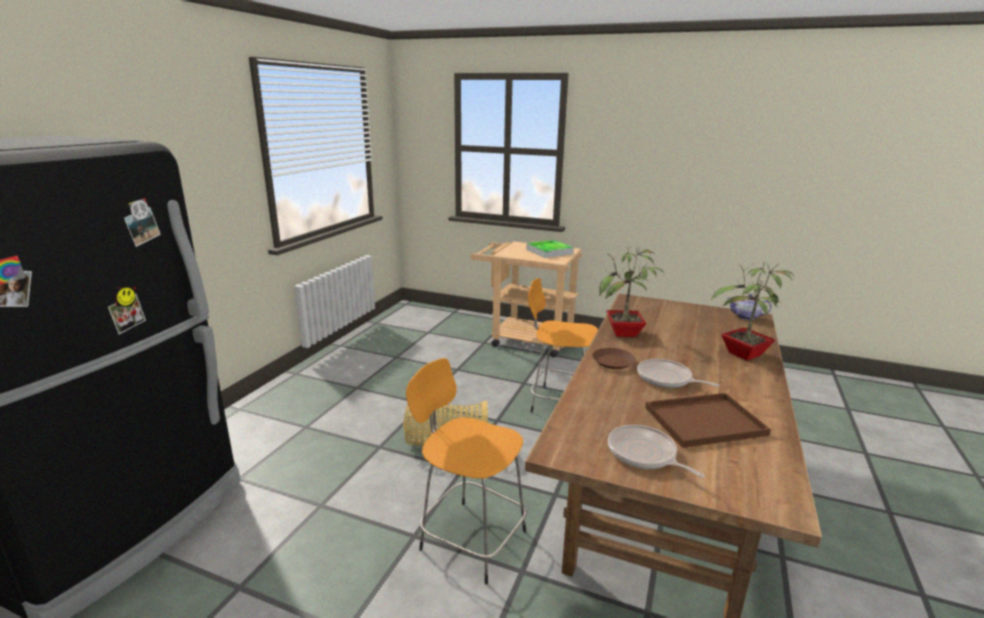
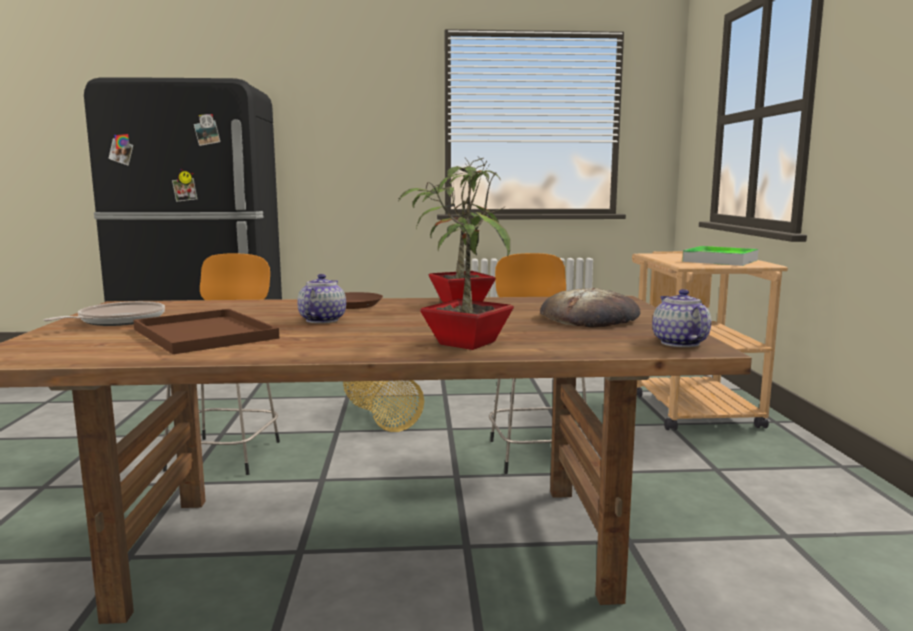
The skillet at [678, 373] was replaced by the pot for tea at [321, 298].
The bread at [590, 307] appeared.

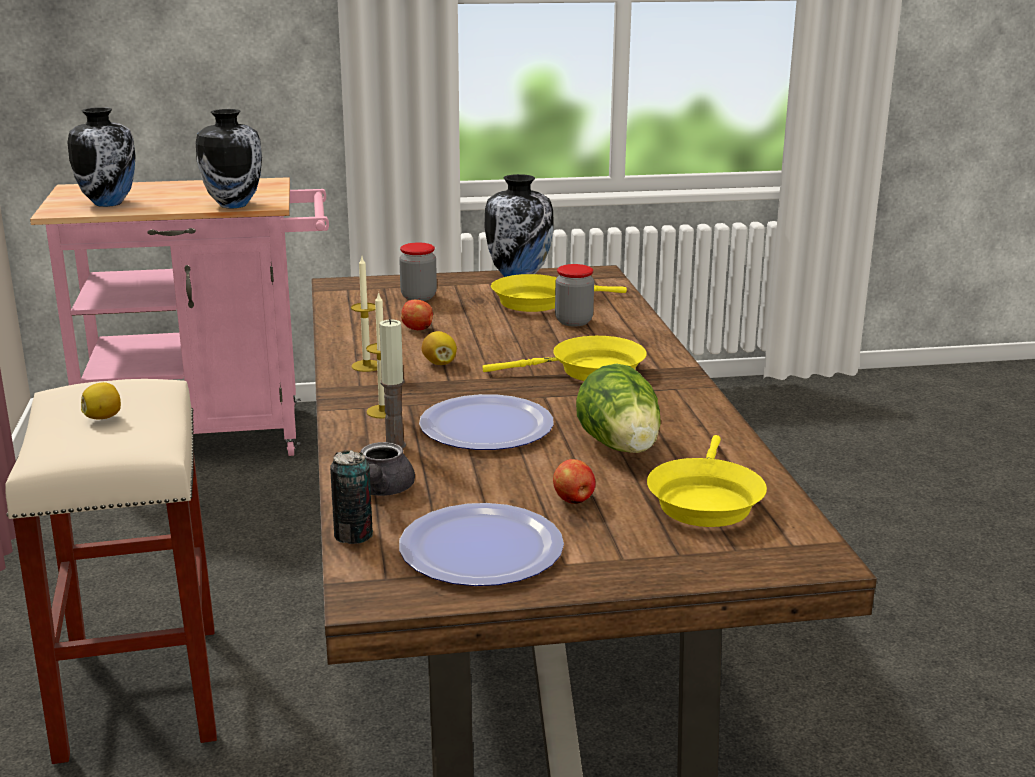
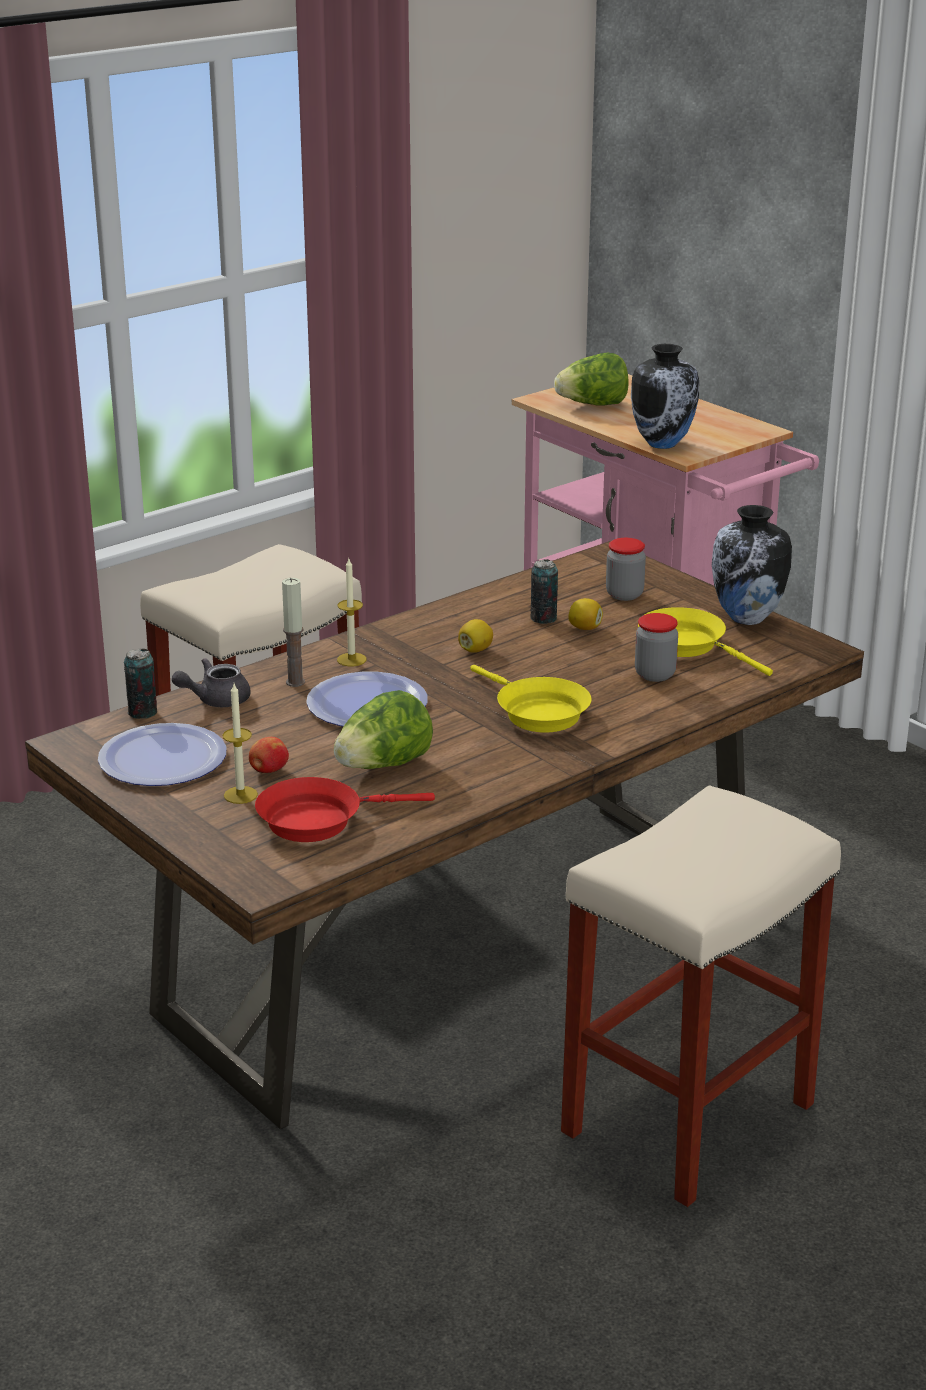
The candle moved from [364, 314] to [240, 744].
The skillet/yellow at [707, 481] became the skillet/reddish at [345, 809].
The apple at [417, 315] was replaced by the sealed can at [544, 591].
The vase at [101, 157] was replaced by the lettuce head at [591, 379].
The stool/beige-coloured at [701, 996] appeared.
The citrus fruit moved from [101, 400] to [585, 614].

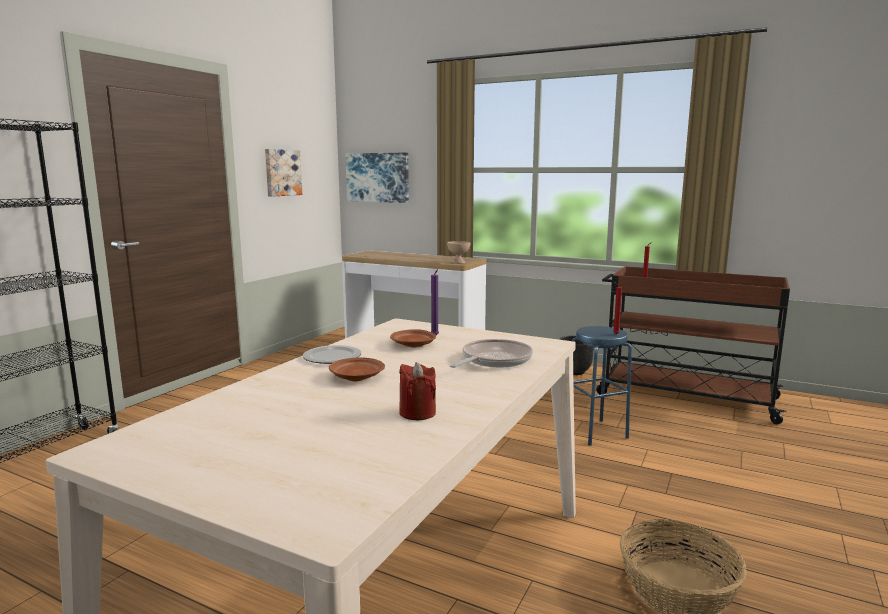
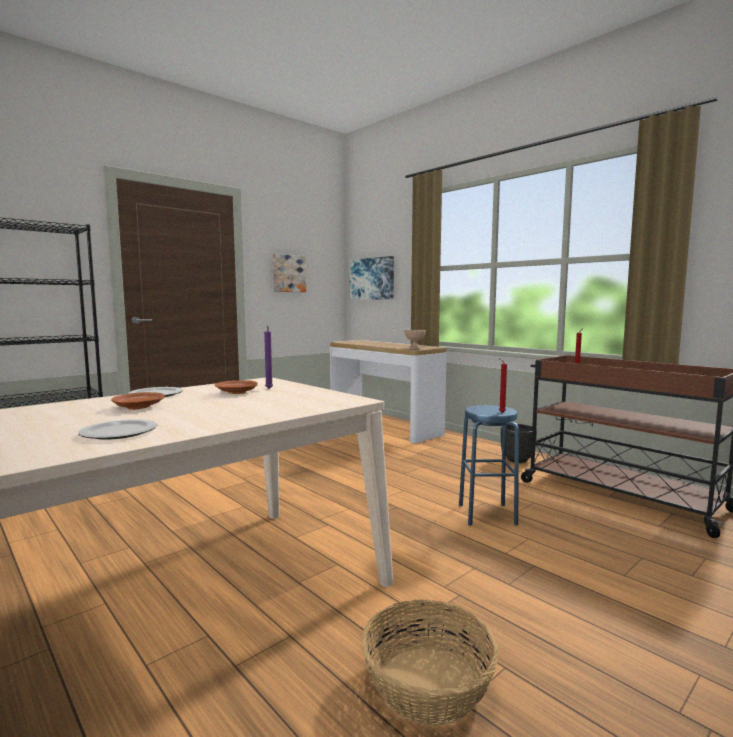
The candle/reddish at [417, 391] was replaced by the flat dish at [117, 429].
The skillet at [491, 353] disappeared.

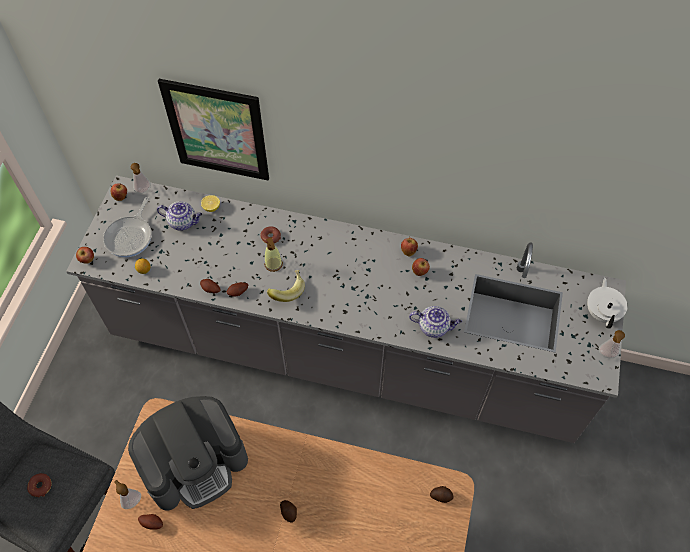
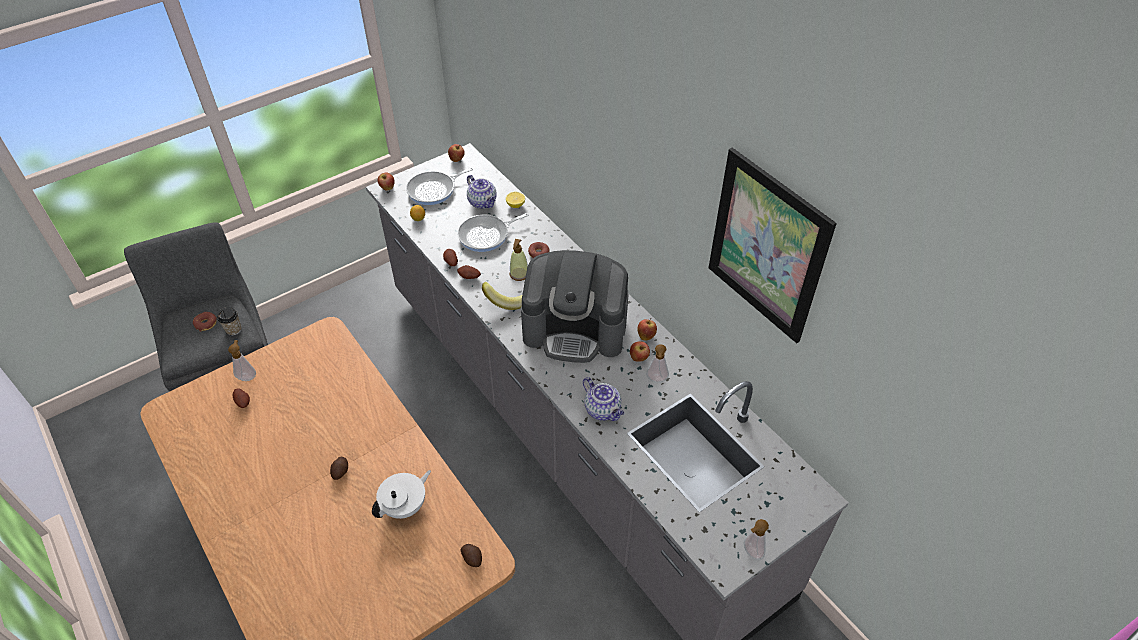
The small cup at [229, 321] appeared.
The pot for tea/whitish moved from [607, 302] to [401, 494].
The skillet at [493, 232] appeared.
The coffee maker moved from [188, 453] to [574, 306].
The liquid soap bottle moved from [140, 178] to [657, 363].
The wall picture moved from [213, 129] to [772, 245].

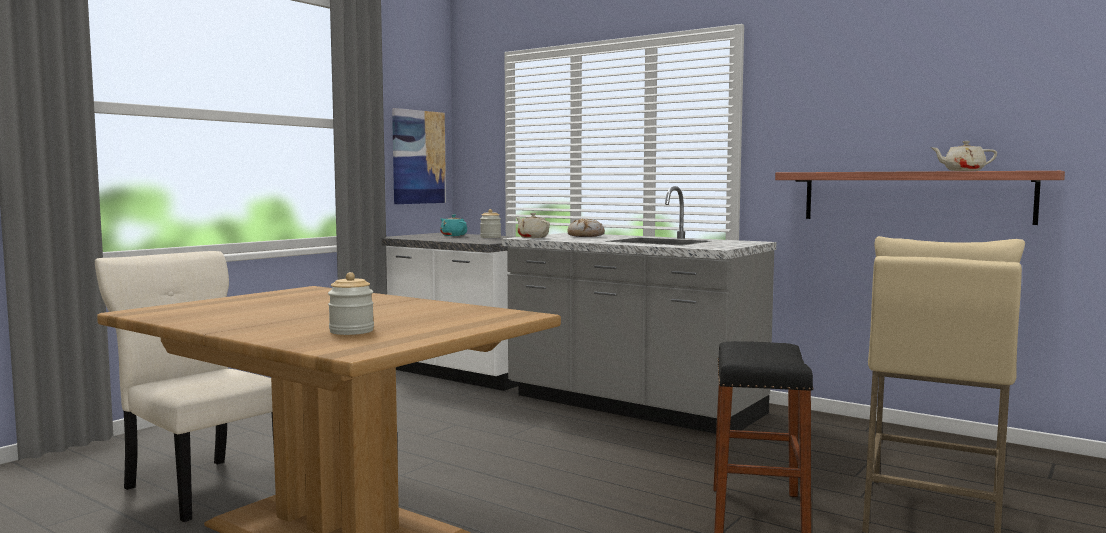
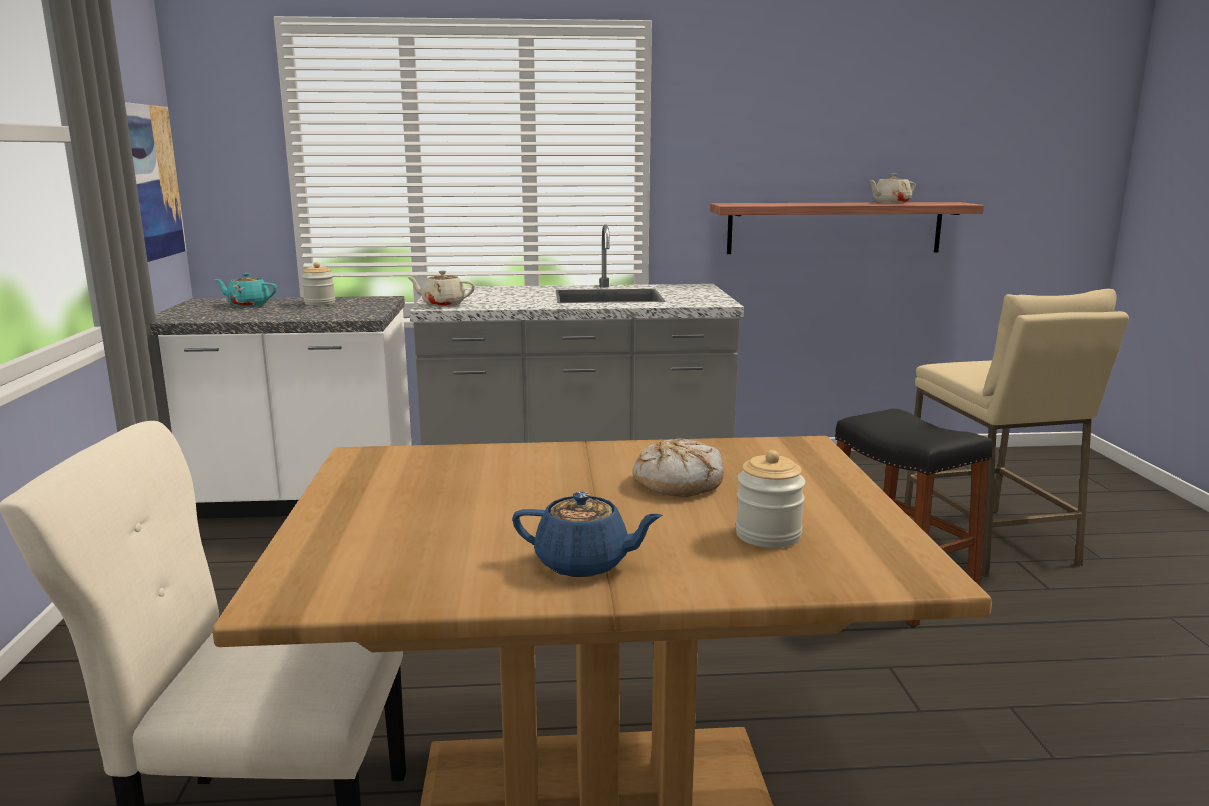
The pot for tea/blue at [587, 534] appeared.
The bread moved from [586, 228] to [678, 468].

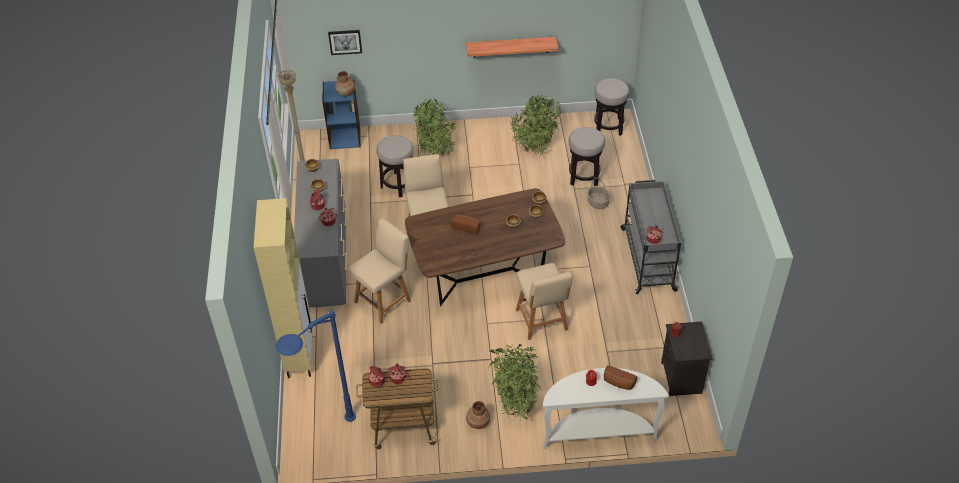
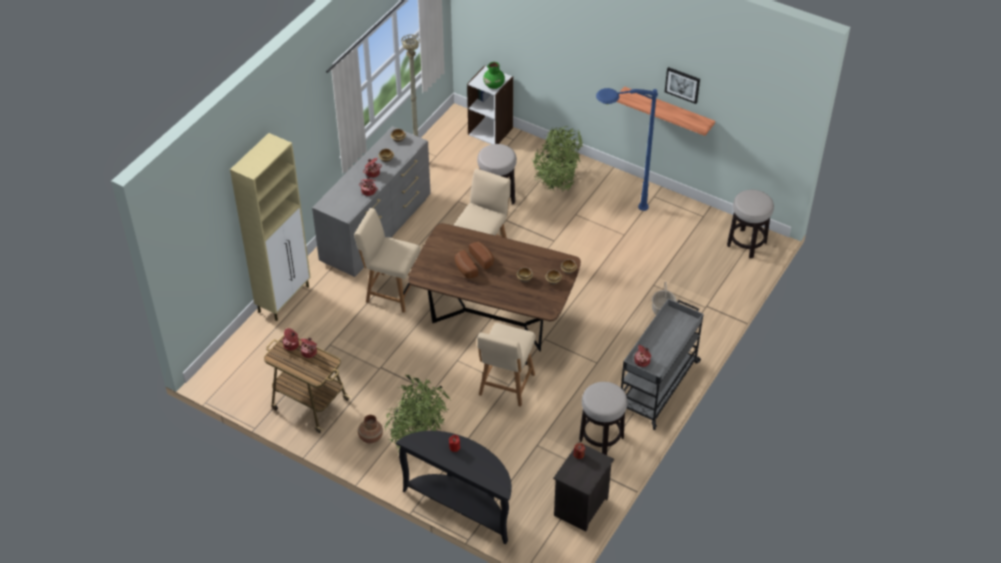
The chair/beige-coloured at [379, 271] turned 150 degrees counterclockwise.
The console table/whitish at [606, 408] became the console table/blackish at [454, 488].
The bread moved from [620, 377] to [466, 264].
The shelving unit/blue at [341, 114] became the shelving unit/whitish at [490, 104].
The vase/brown at [345, 83] became the vase/green-coloured at [494, 75].
The stool moved from [586, 156] to [603, 418].
The standing lamp/blue moved from [316, 366] to [627, 149].
The wall picture moved from [345, 42] to [682, 85].
The potted plant at [535, 124] disappeared.

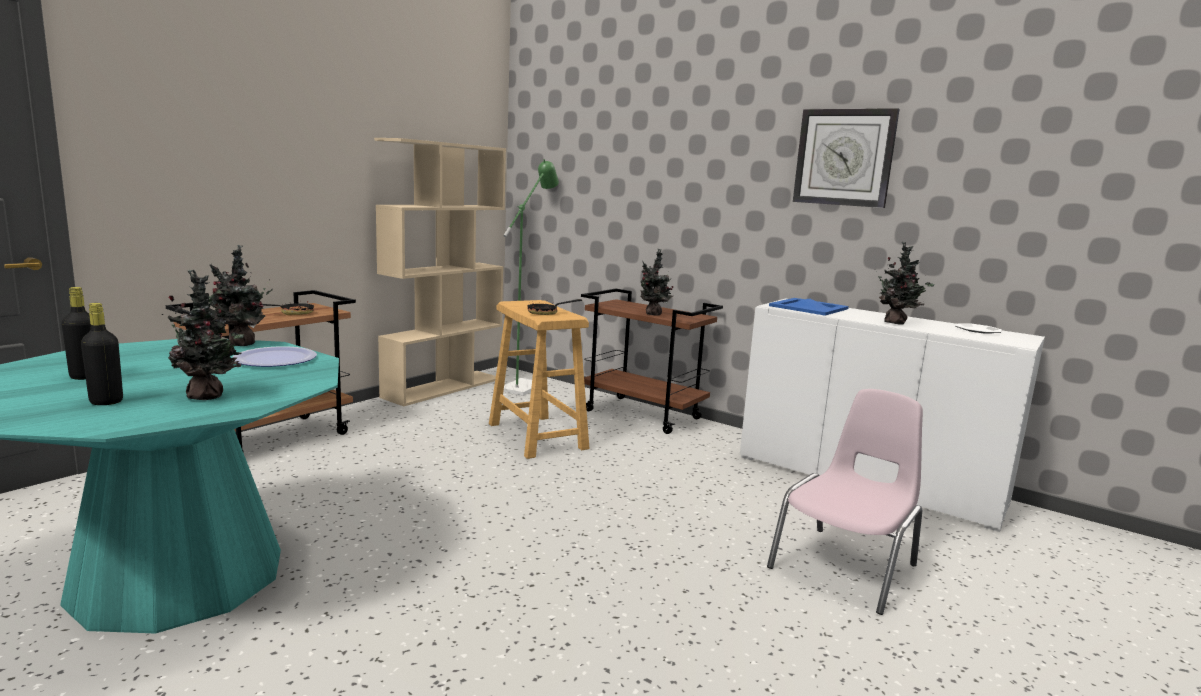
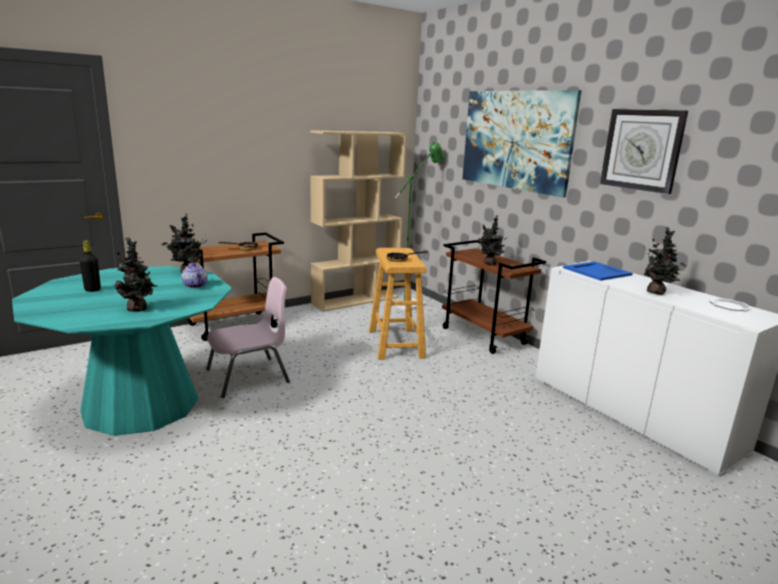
The flat dish at [274, 356] was replaced by the pot for tea at [195, 275].
The chair/pink moved from [845, 502] to [248, 337].
The wall picture at [521, 144] appeared.
The bottle/blackish at [102, 354] disappeared.

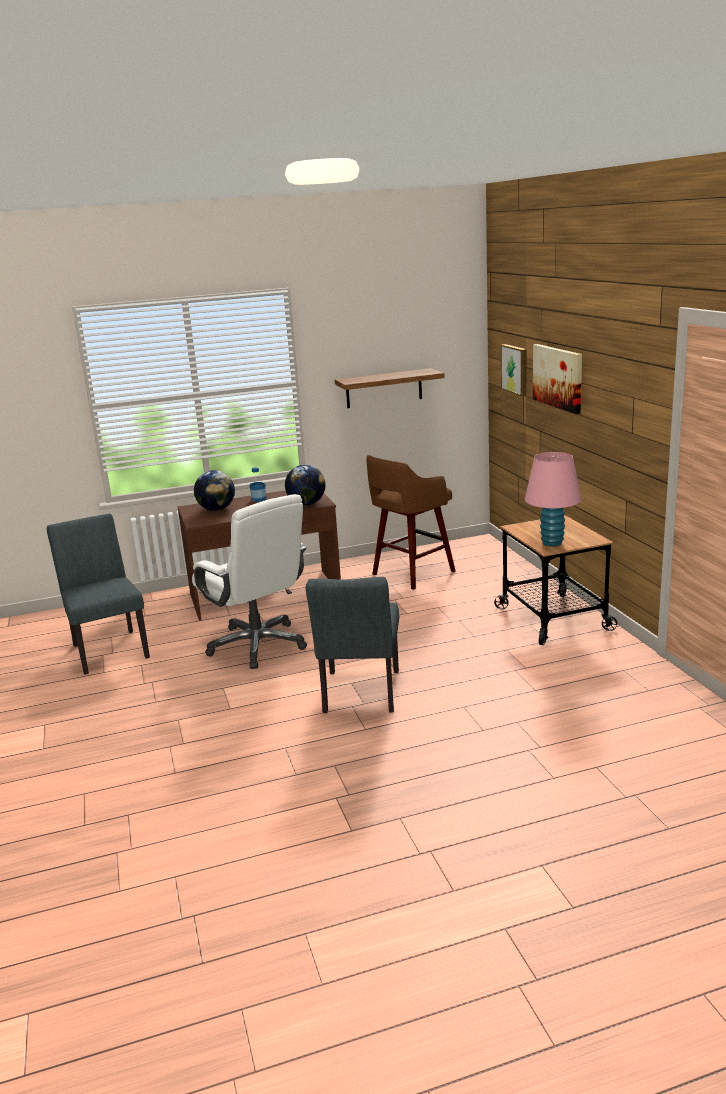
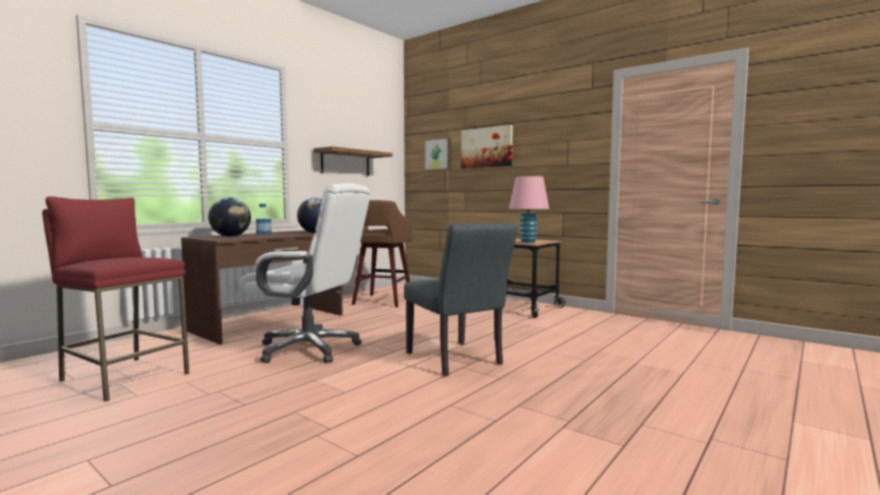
The chair/gray at [98, 594] was replaced by the stool/reddish at [115, 299].

